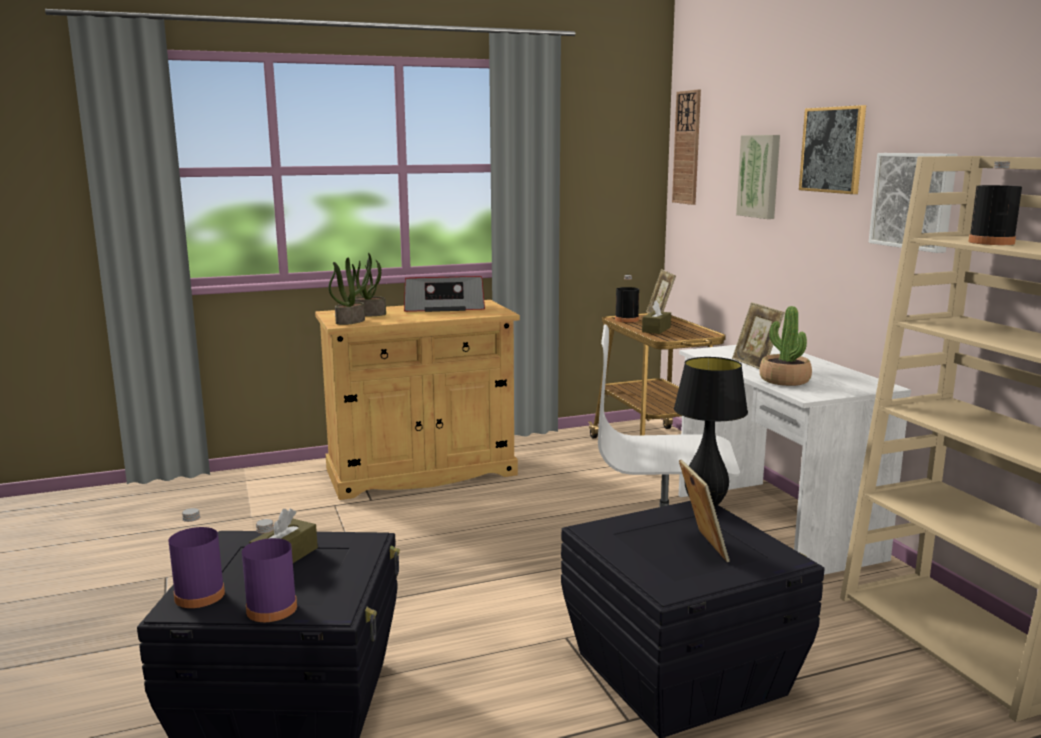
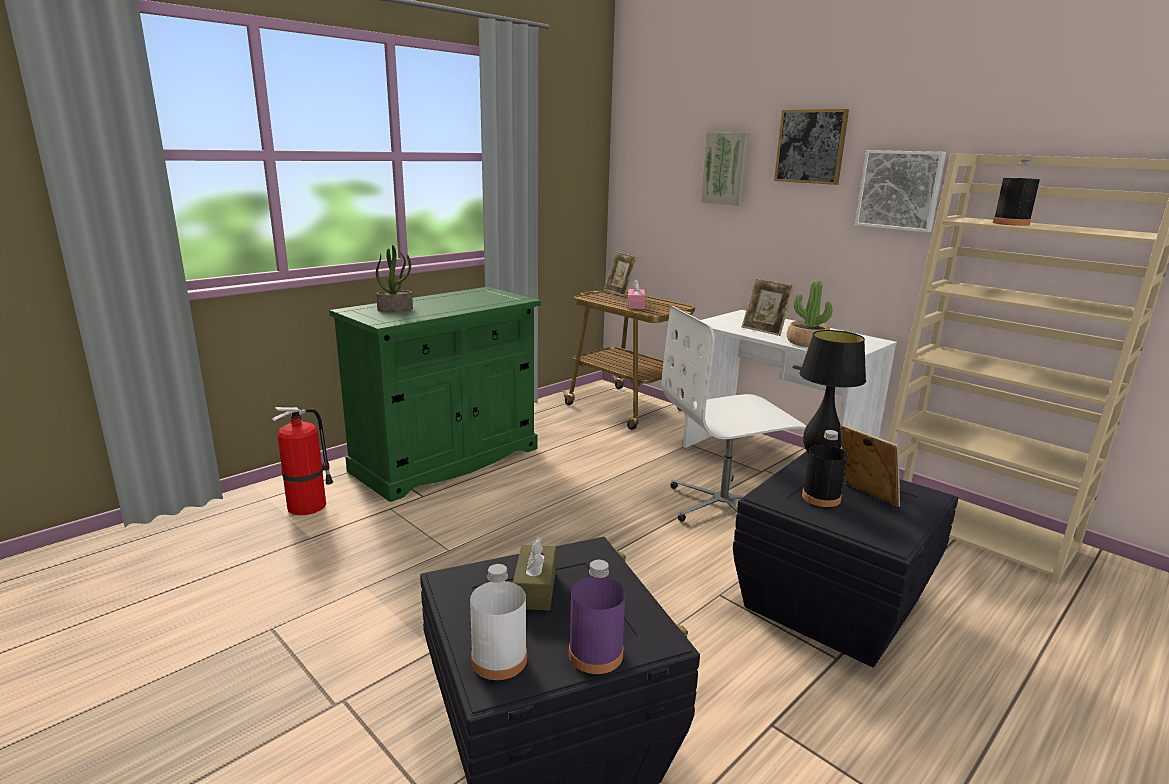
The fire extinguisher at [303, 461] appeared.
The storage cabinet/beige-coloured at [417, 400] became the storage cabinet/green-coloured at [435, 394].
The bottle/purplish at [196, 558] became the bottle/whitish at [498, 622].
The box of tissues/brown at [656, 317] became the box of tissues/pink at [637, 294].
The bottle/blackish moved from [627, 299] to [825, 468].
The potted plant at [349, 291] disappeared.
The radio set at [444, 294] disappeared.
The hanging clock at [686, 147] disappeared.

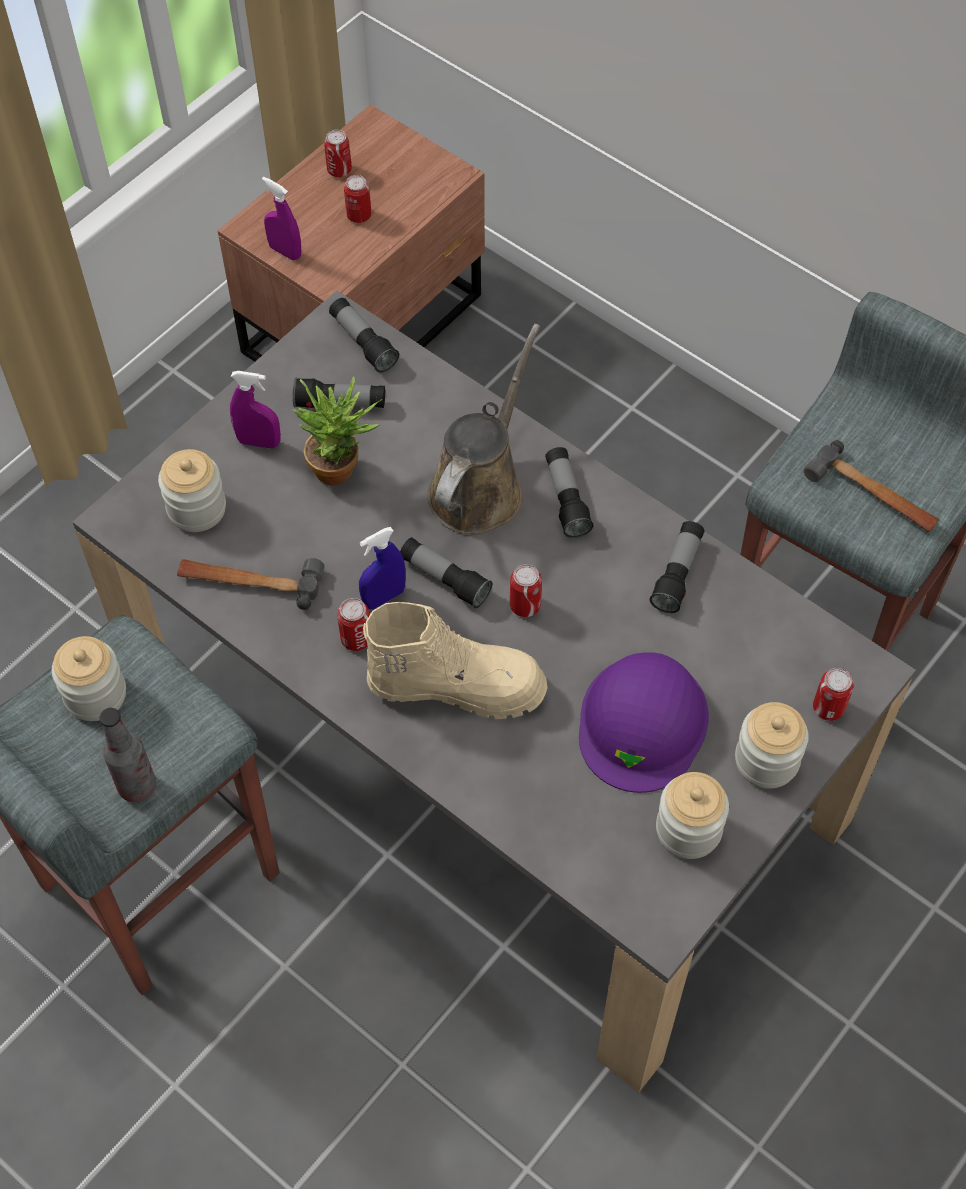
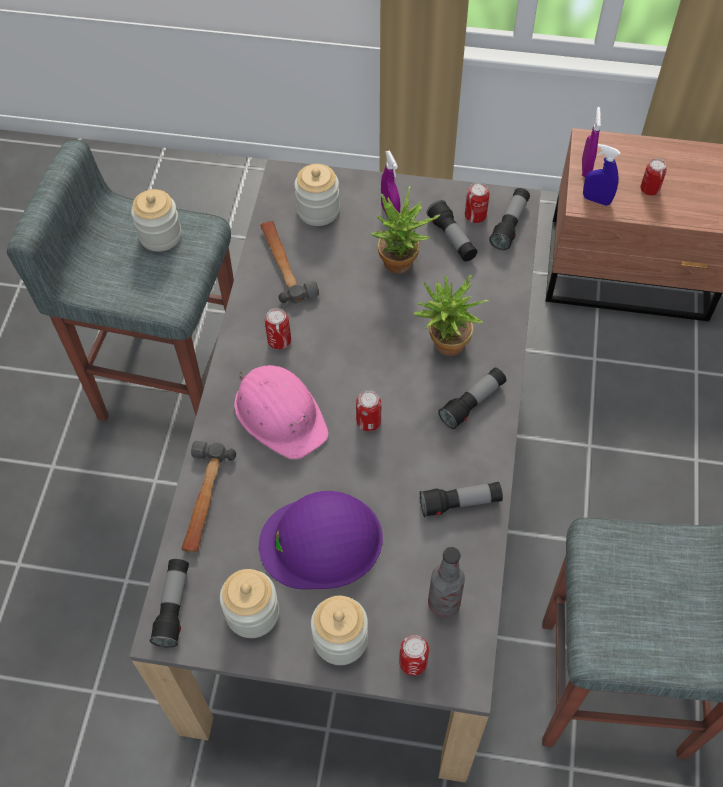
The hand torch moved from [446, 573] to [169, 603].
The tool hammer moved from [871, 486] to [208, 497].
The tall boot/beige-coloured at [455, 660] was replaced by the work helmet/pink at [281, 412].
The watering pot/brown at [483, 429] was replaced by the potted plant at [451, 315].
The bottle moved from [127, 755] to [446, 582].
The sealed can moved from [338, 153] to [477, 202].
The hand sprayer/blue moved from [382, 568] to [602, 175].

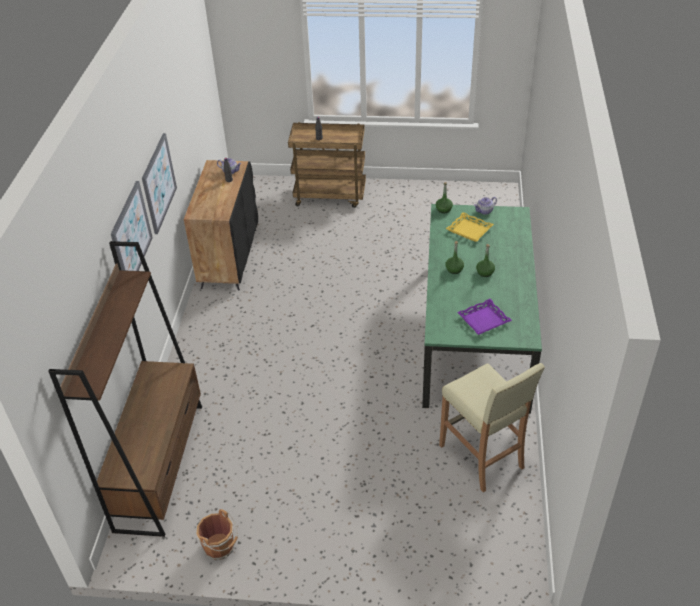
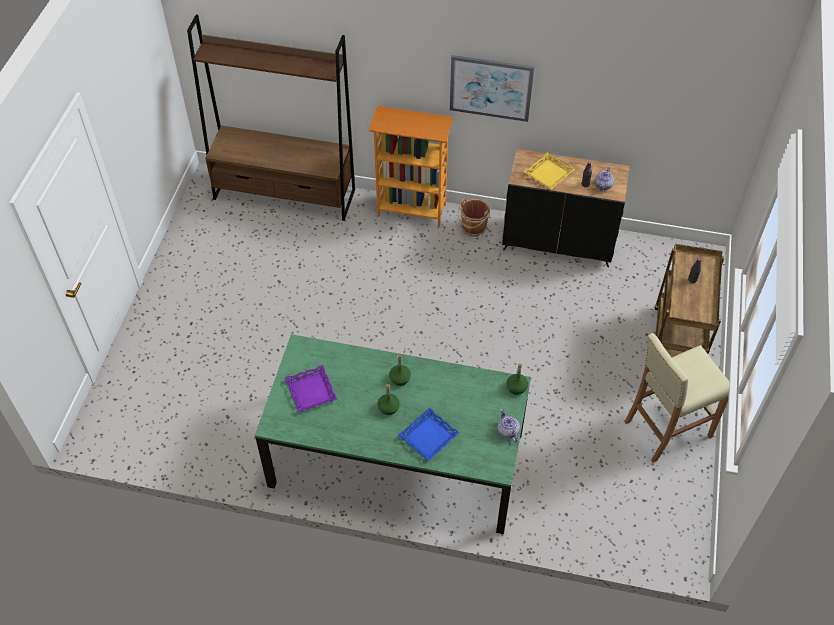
The shelving unit at [411, 166] appeared.
The carrying tray/blue at [429, 434] appeared.
The pail/brown moved from [217, 534] to [474, 217].
The carrying tray/yellow moved from [470, 227] to [549, 170].
The stool/beige-coloured moved from [492, 427] to [677, 398].
The wall picture at [132, 226] disappeared.

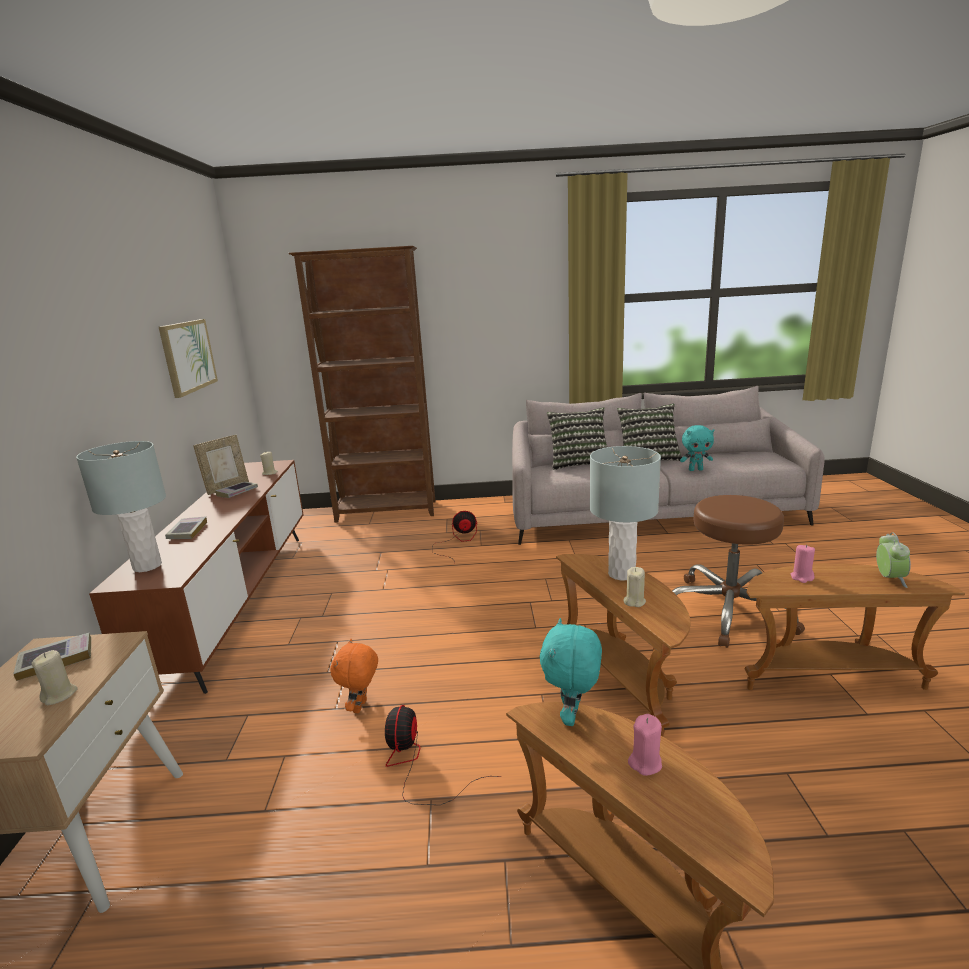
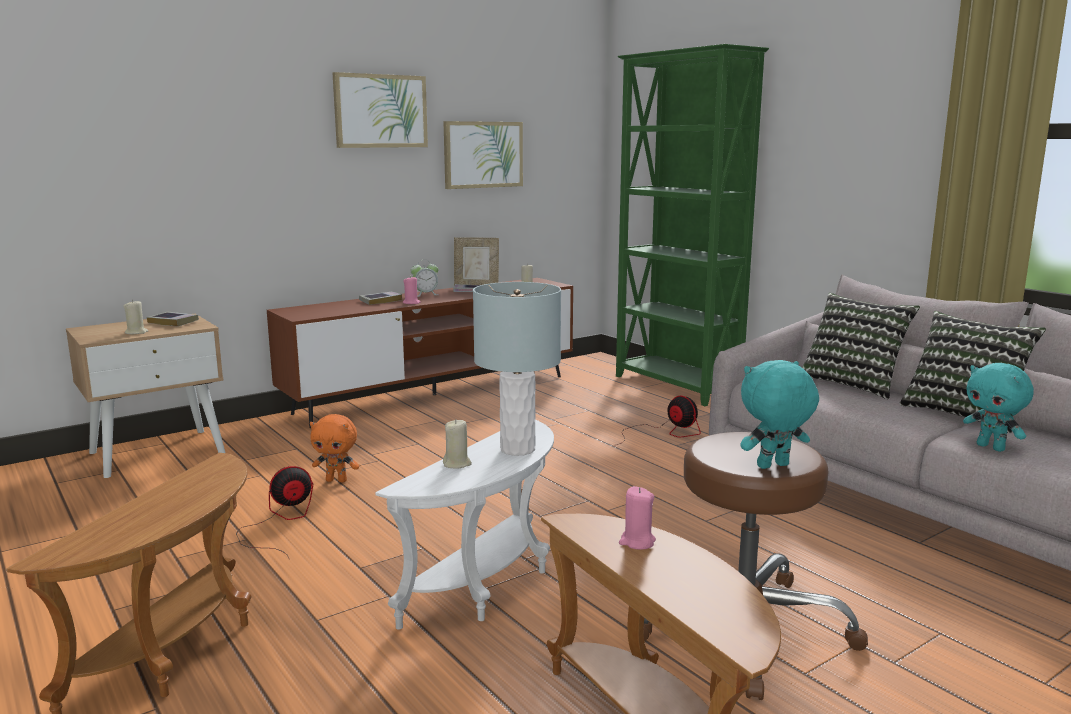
The plush toy/orange at [354, 676] turned 150 degrees counterclockwise.
The wall picture at [380, 110] appeared.
The side table/brown at [623, 645] became the side table/whitish at [464, 524].
The candle/pink moved from [645, 745] to [412, 290].
The table clock moved from [893, 560] to [424, 278].
The shelving unit/brown at [361, 384] became the shelving unit/green-coloured at [692, 225].
The plush toy/blue-green moved from [571, 672] to [780, 414].
The table lamp/gray at [121, 506] disappeared.

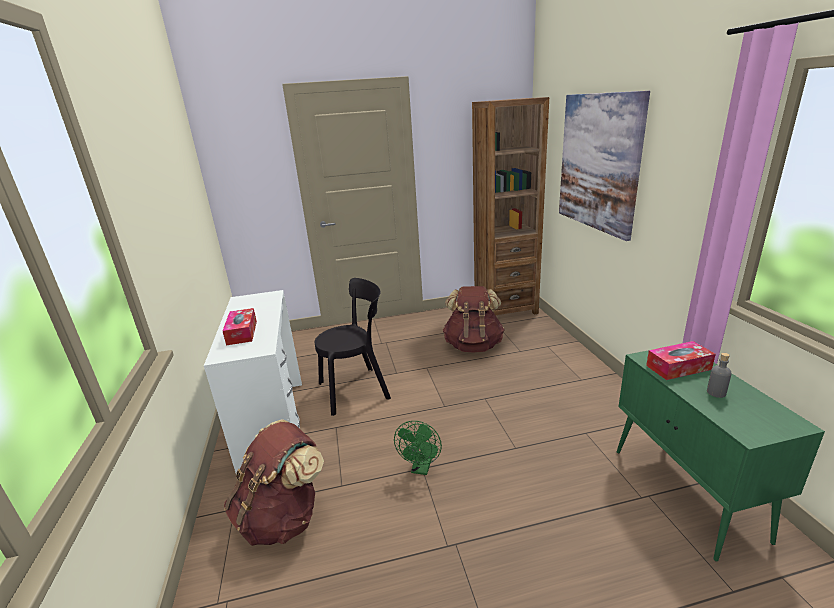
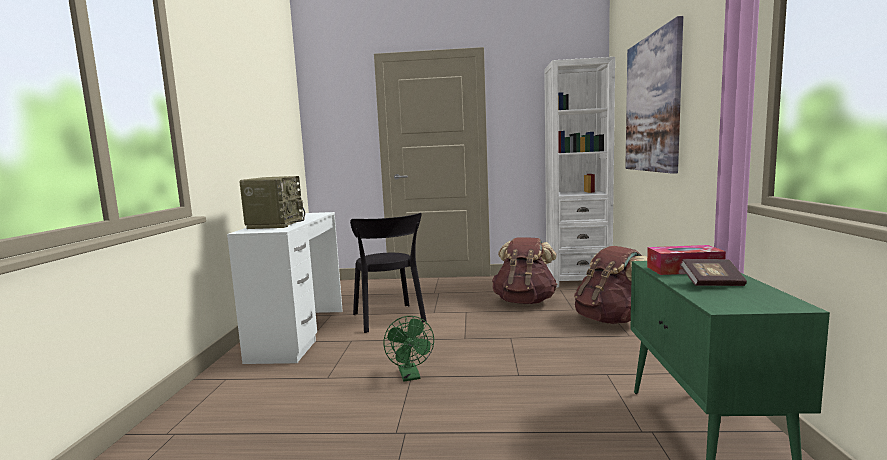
The box of tissues at [240, 326] was replaced by the radio set at [272, 202].
The chair/blackish at [353, 347] turned 75 degrees clockwise.
The electric fan/green-coloured at [418, 448] turned 45 degrees counterclockwise.
The shelving unit/brown at [510, 206] became the shelving unit/whitish at [579, 172].
The rucksack/brown moved from [274, 482] to [610, 285].
The bottle/gray at [719, 375] was replaced by the bound book at [713, 272].

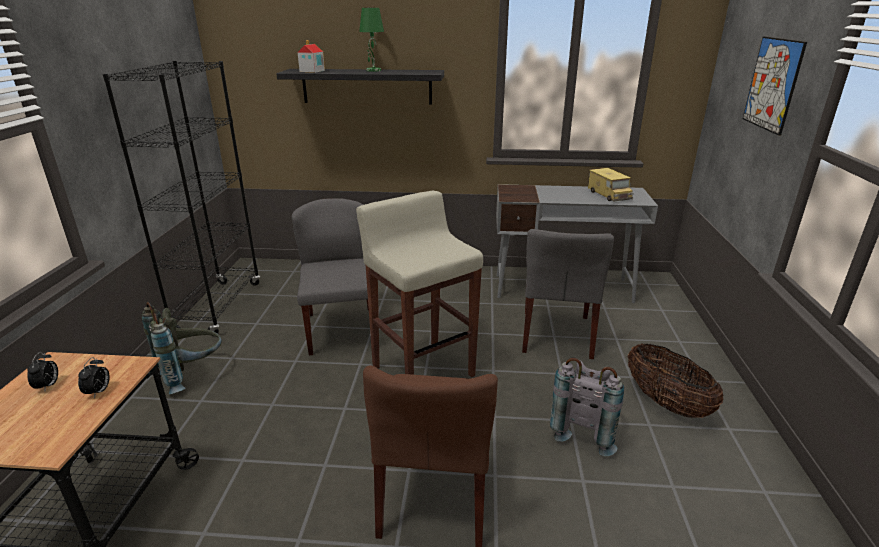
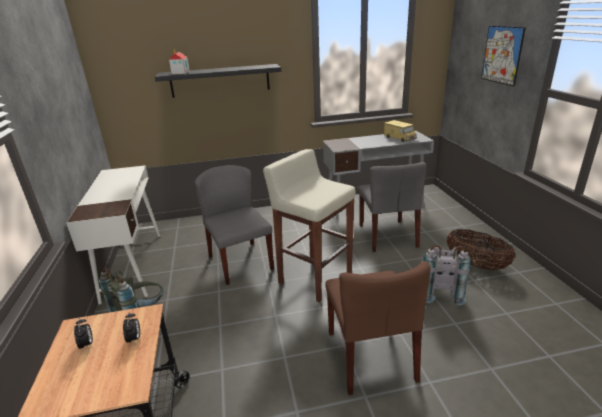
The shelving unit/blackish at [181, 197] was replaced by the desk unit/whitish at [113, 235].
The table lamp/green-coloured at [371, 40] disappeared.

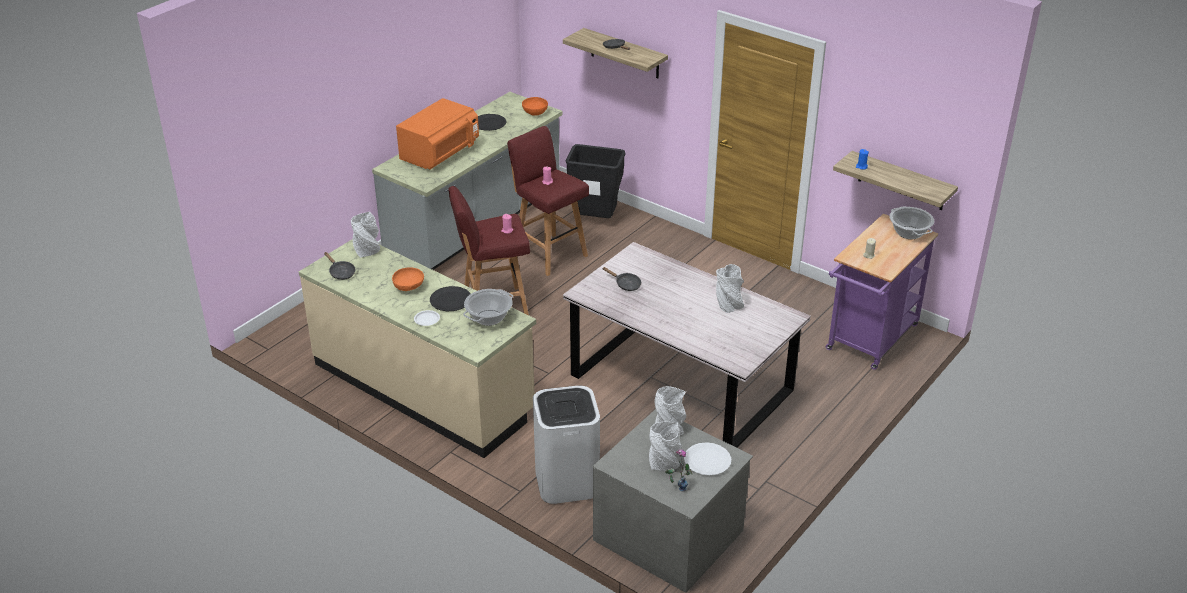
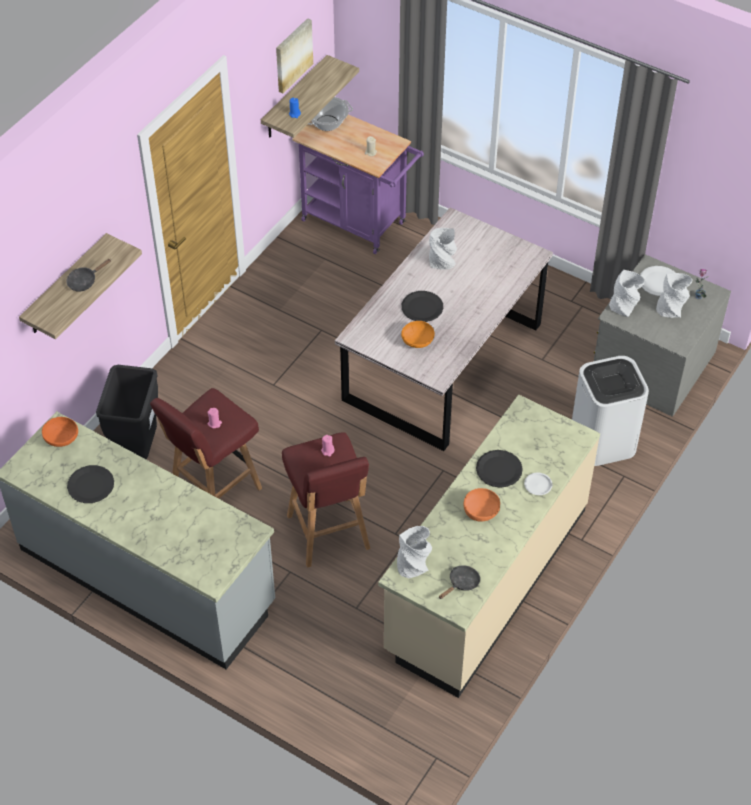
The wall picture at [294, 55] appeared.
The skillet/blackish at [621, 279] was replaced by the serving bowl/orange at [418, 334].
The flat dish/blackish at [422, 306] appeared.
The microwave oven/orange at [437, 133] disappeared.
The stockpot at [488, 307] disappeared.

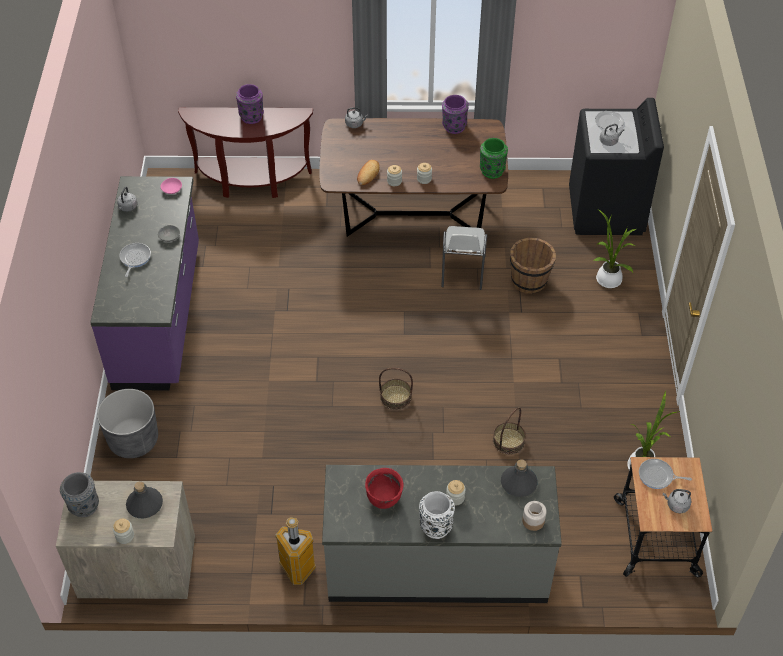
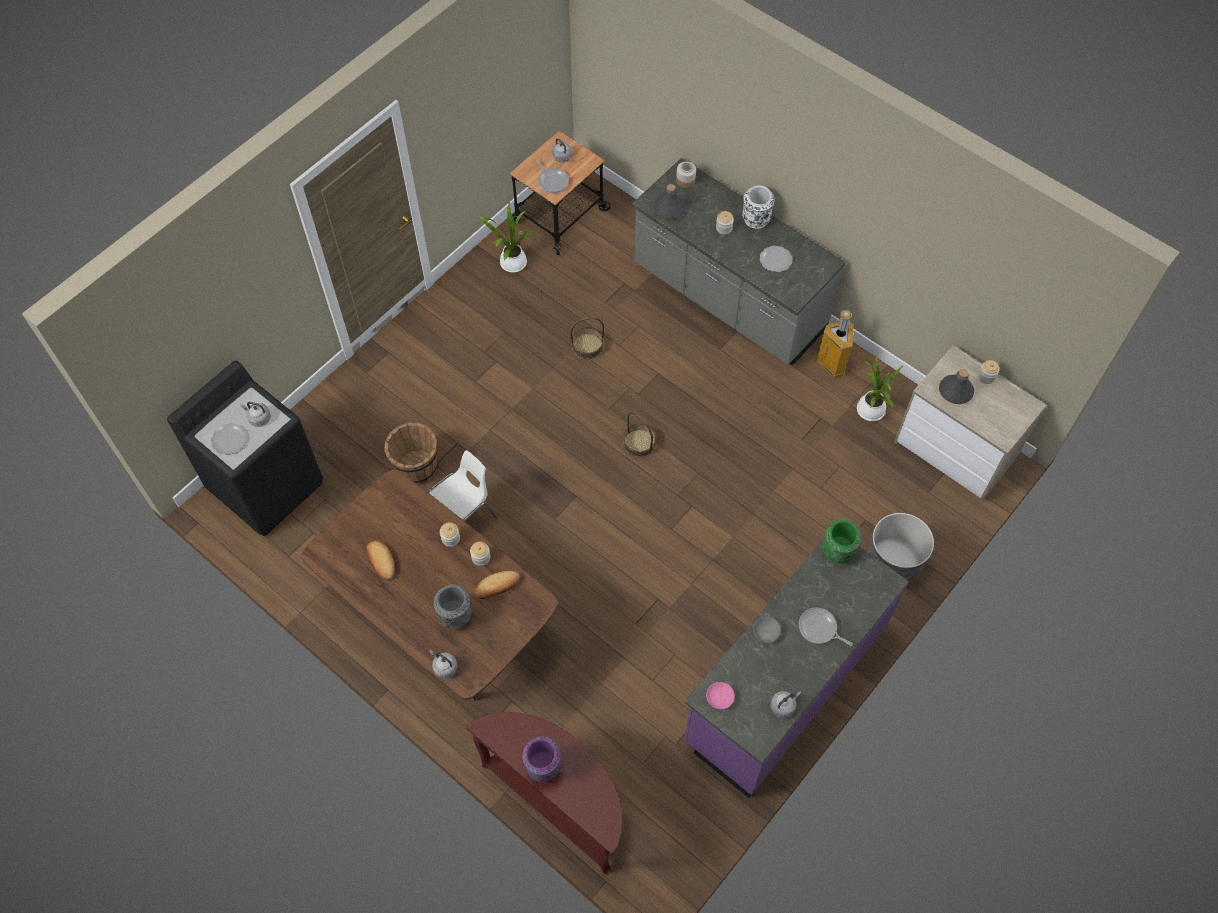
The bread at [380, 559] appeared.
The vase/gray moved from [79, 494] to [452, 607].
The stockpot/reddish at [384, 488] was replaced by the flat dish at [776, 259].
The skillet at [135, 260] turned 75 degrees clockwise.
The vase/green-coloured moved from [494, 158] to [842, 542].
The potted plant moved from [614, 248] to [880, 388].
The vase/purplish at [455, 114] disappeared.

